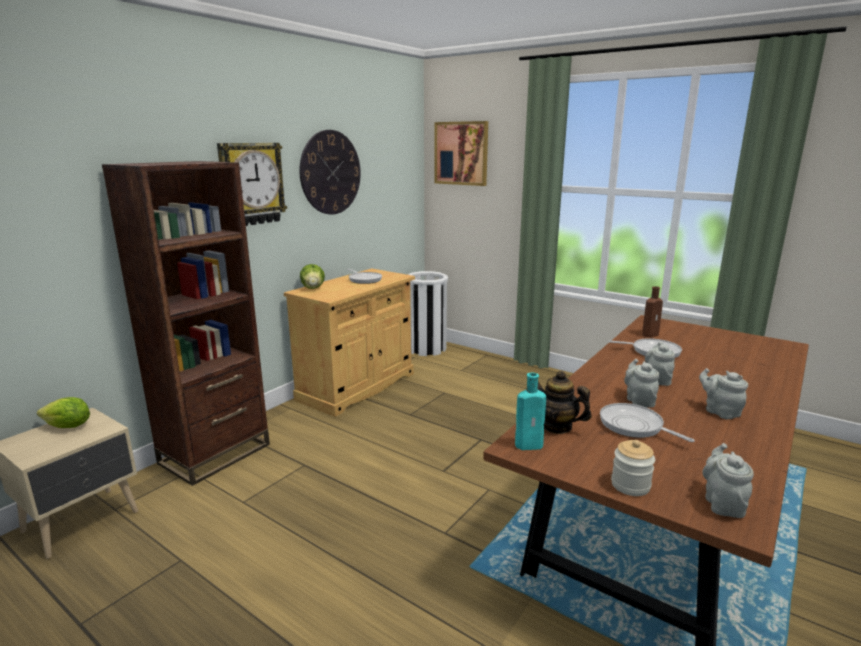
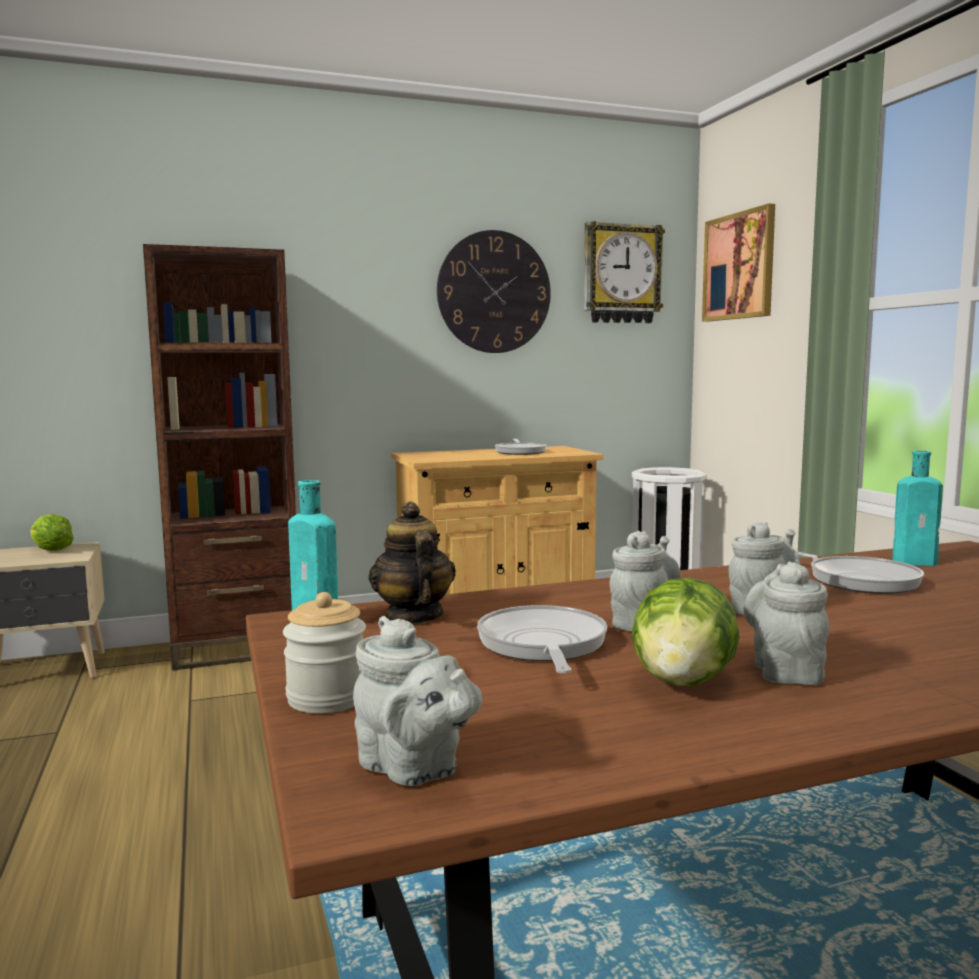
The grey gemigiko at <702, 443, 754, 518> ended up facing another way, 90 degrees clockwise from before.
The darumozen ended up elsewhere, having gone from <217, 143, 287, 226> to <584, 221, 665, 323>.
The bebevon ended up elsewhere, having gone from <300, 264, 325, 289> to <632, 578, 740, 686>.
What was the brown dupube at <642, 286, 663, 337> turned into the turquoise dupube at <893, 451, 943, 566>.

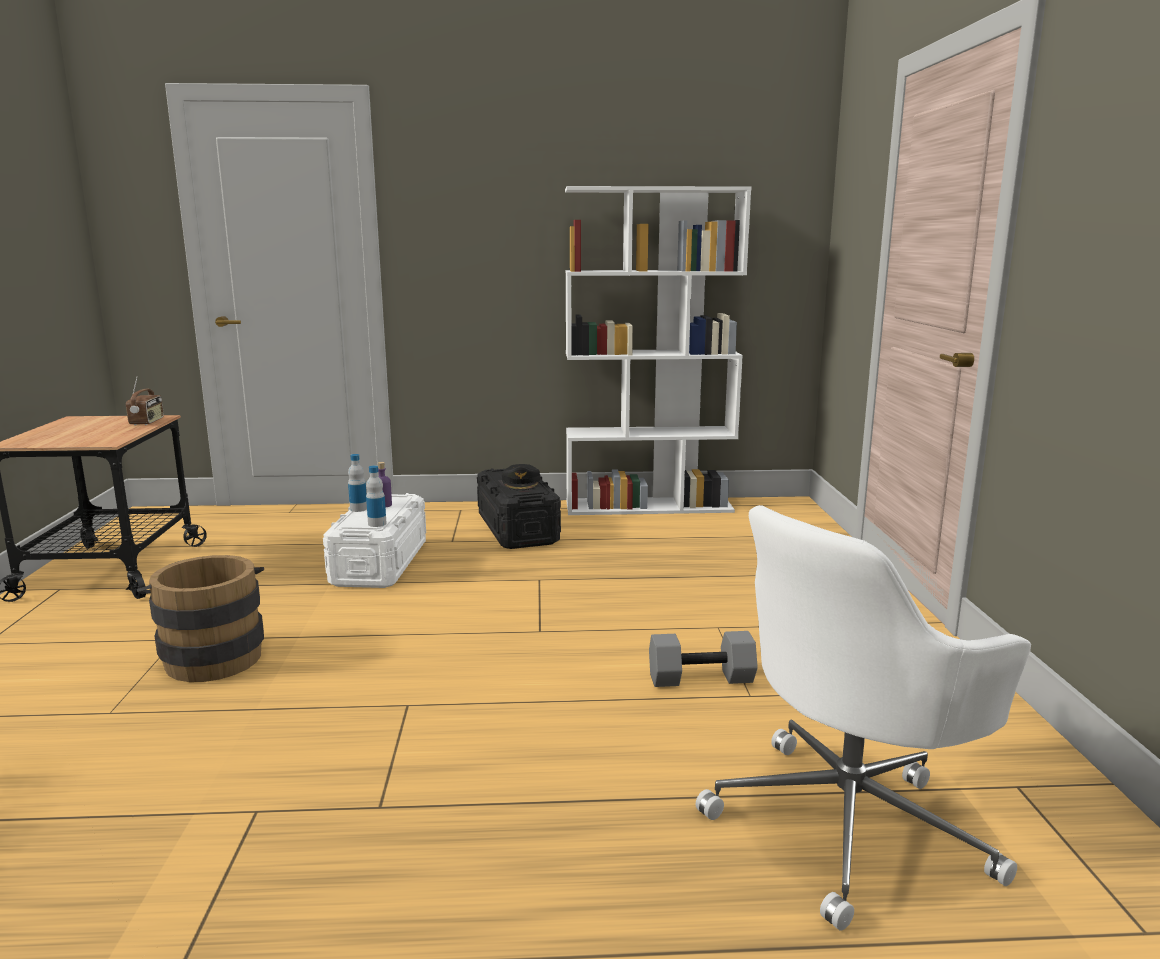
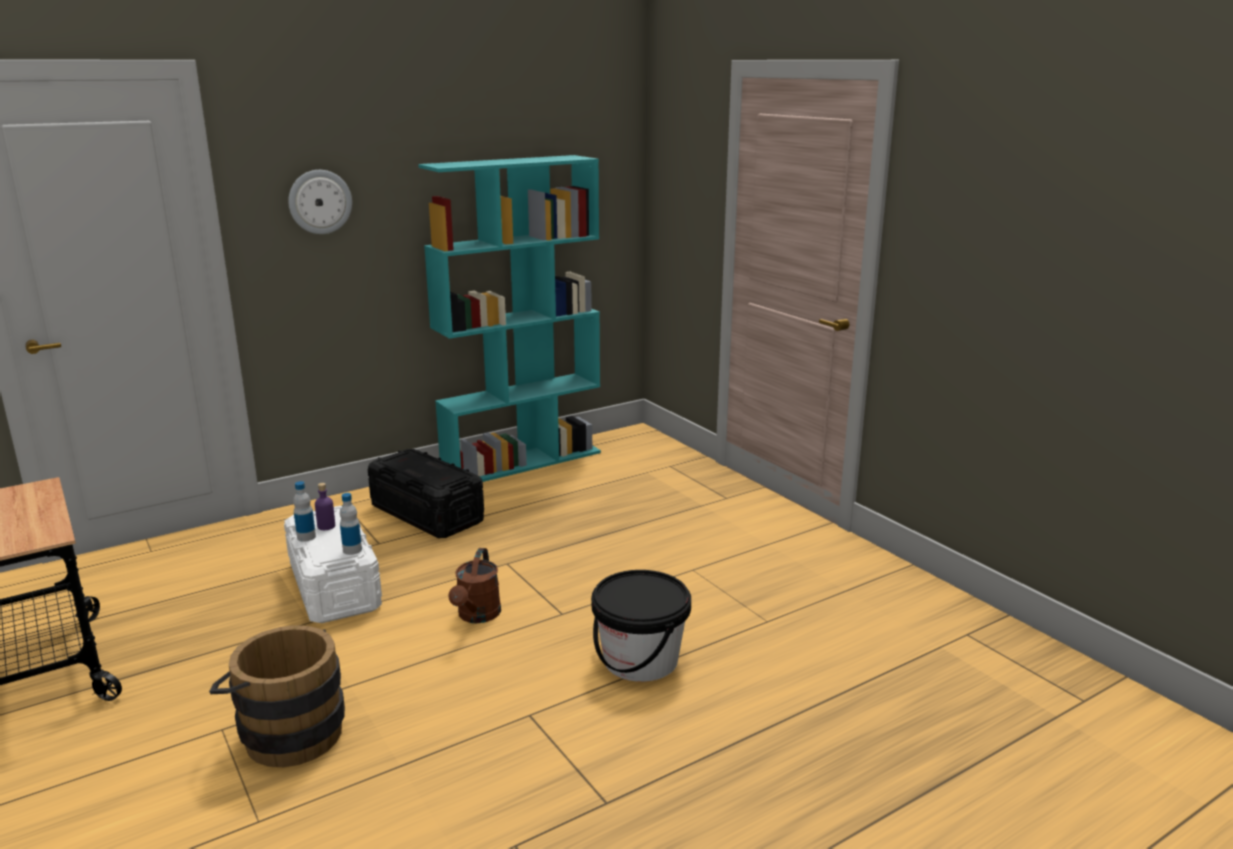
The second view gained the darumozen at <288, 170, 352, 234>.
What was the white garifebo at <565, 186, 752, 515> turned into the turquoise garifebo at <418, 155, 601, 482>.
The second view gained the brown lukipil at <448, 548, 501, 623>.
The second view gained the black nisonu at <591, 570, 691, 682>.
The second view lost the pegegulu at <126, 376, 164, 425>.
The second view lost the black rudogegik at <502, 464, 541, 490>.
The second view lost the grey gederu at <649, 631, 758, 687>.
The second view lost the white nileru at <696, 505, 1031, 930>.

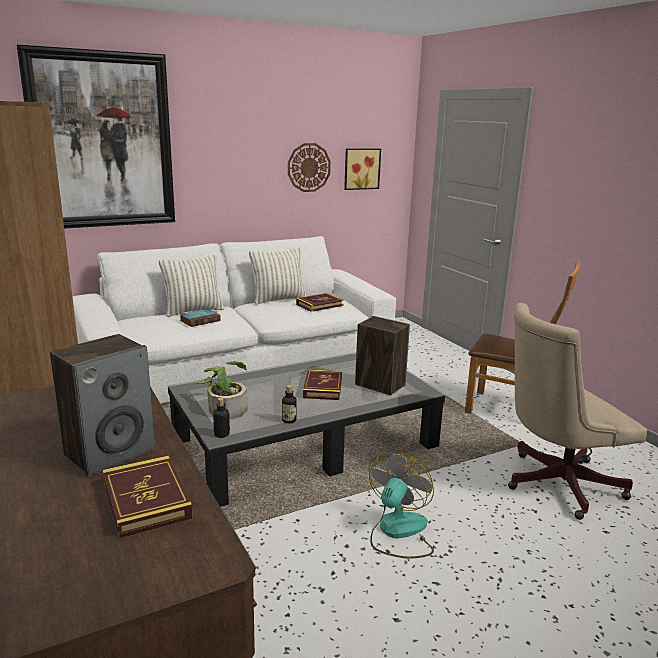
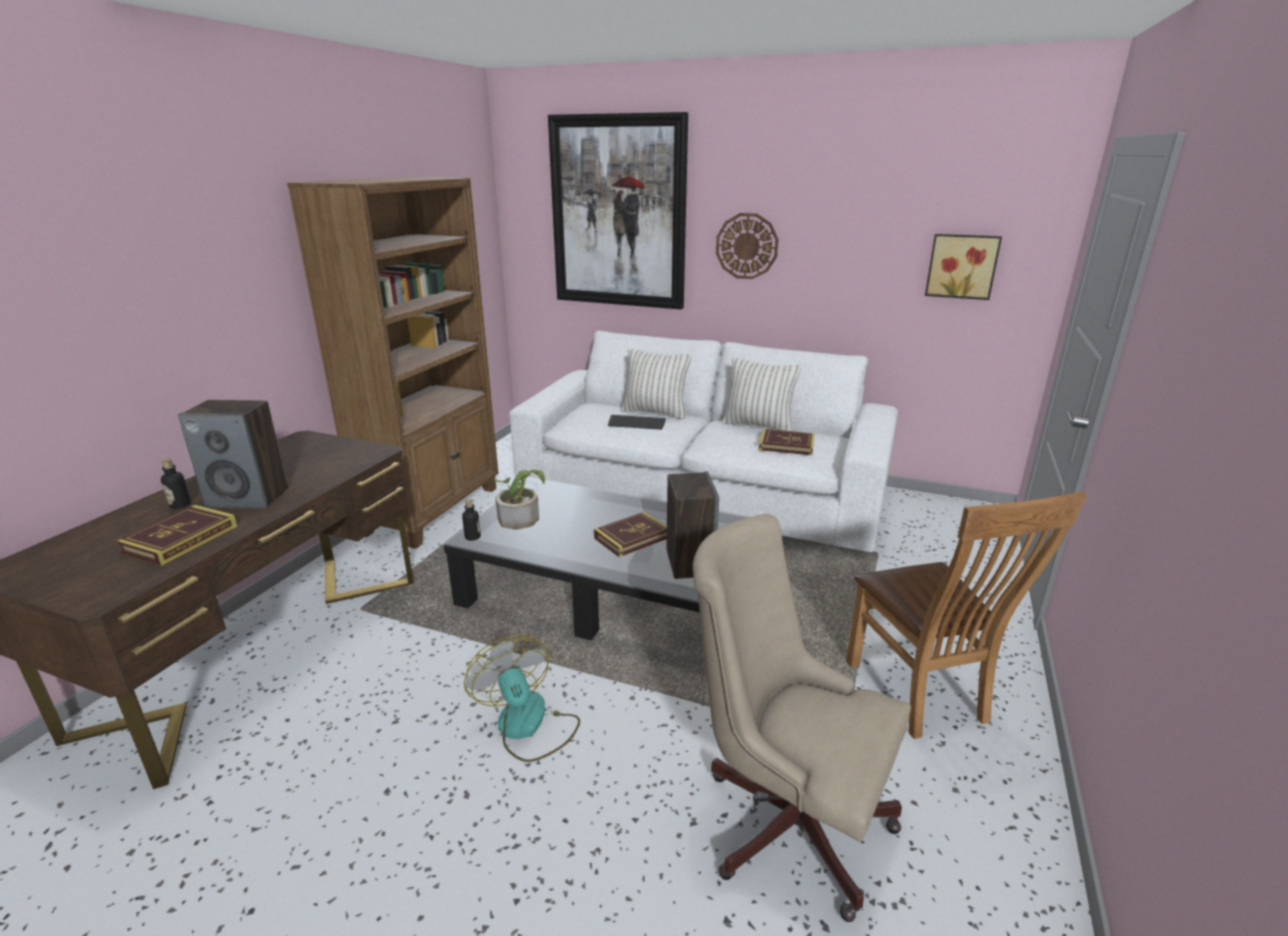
The dupube ended up elsewhere, having gone from <282, 385, 297, 423> to <161, 459, 191, 509>.
The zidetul at <369, 451, 434, 559> ended up facing another way, 105 degrees counterclockwise from before.
Where the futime stood at <180, 308, 221, 327>, the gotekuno came to stand at <608, 415, 666, 430>.
The darumozen ended up elsewhere, having gone from <288, 143, 331, 192> to <716, 213, 779, 279>.

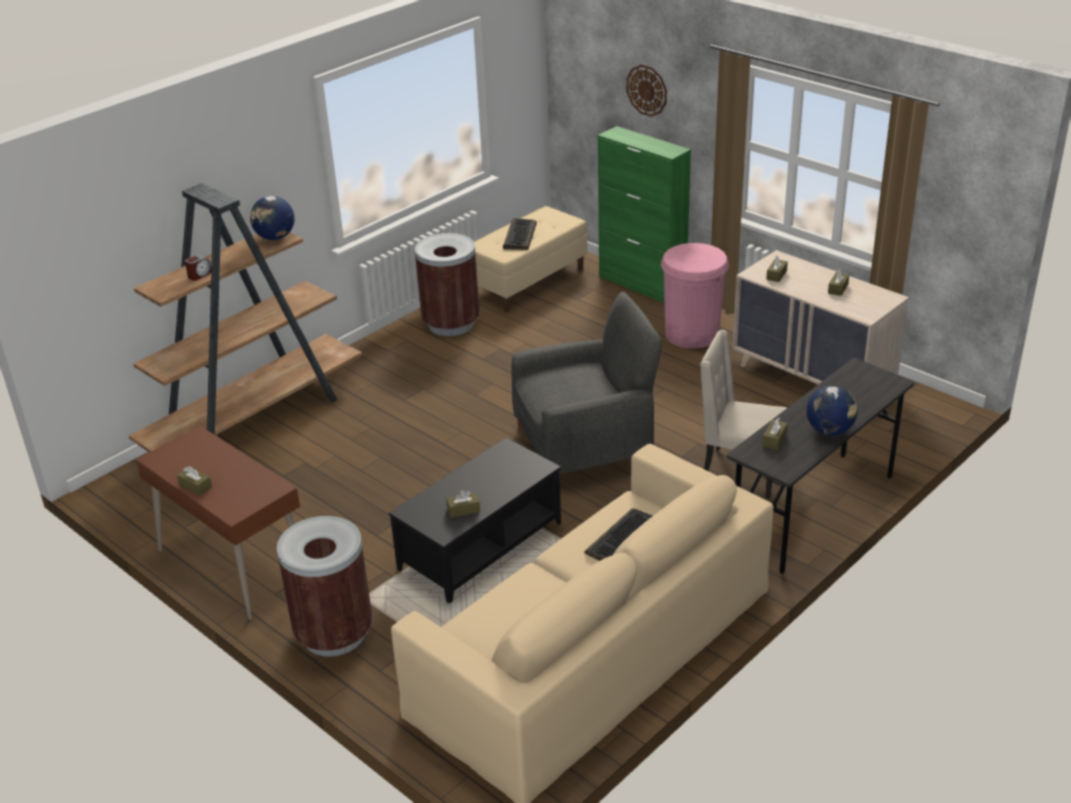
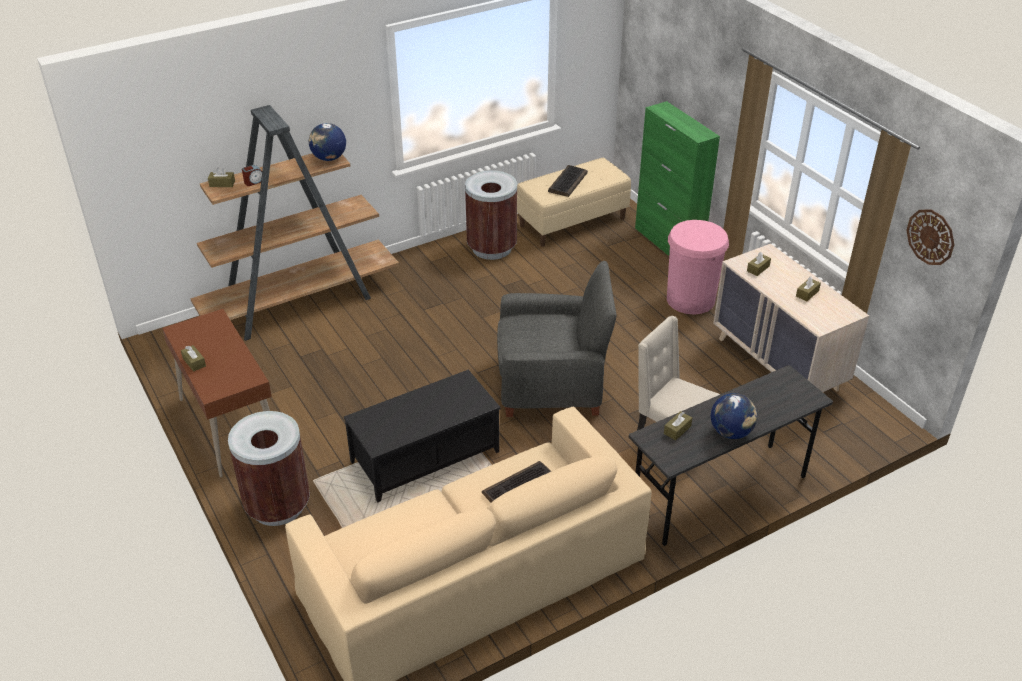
The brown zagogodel ended up elsewhere, having gone from <446, 490, 480, 518> to <208, 167, 235, 187>.
The darumozen ended up elsewhere, having gone from <626, 64, 667, 117> to <906, 209, 954, 265>.

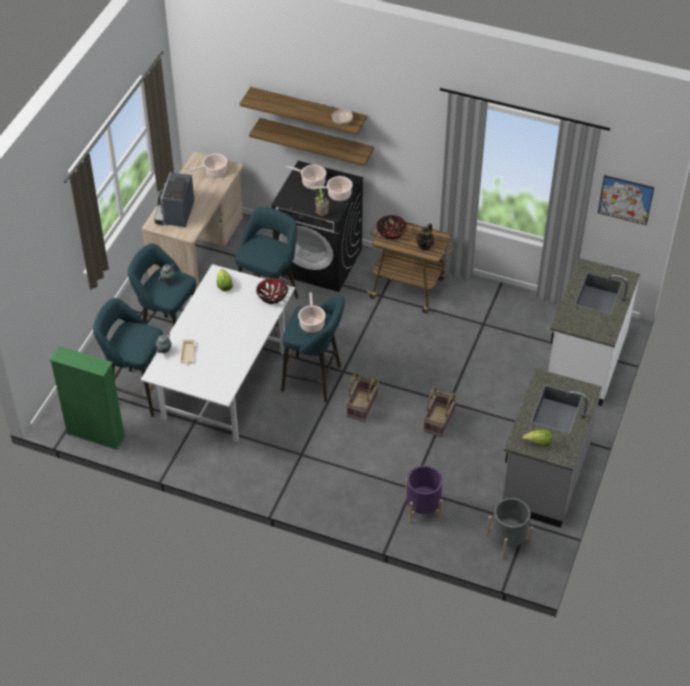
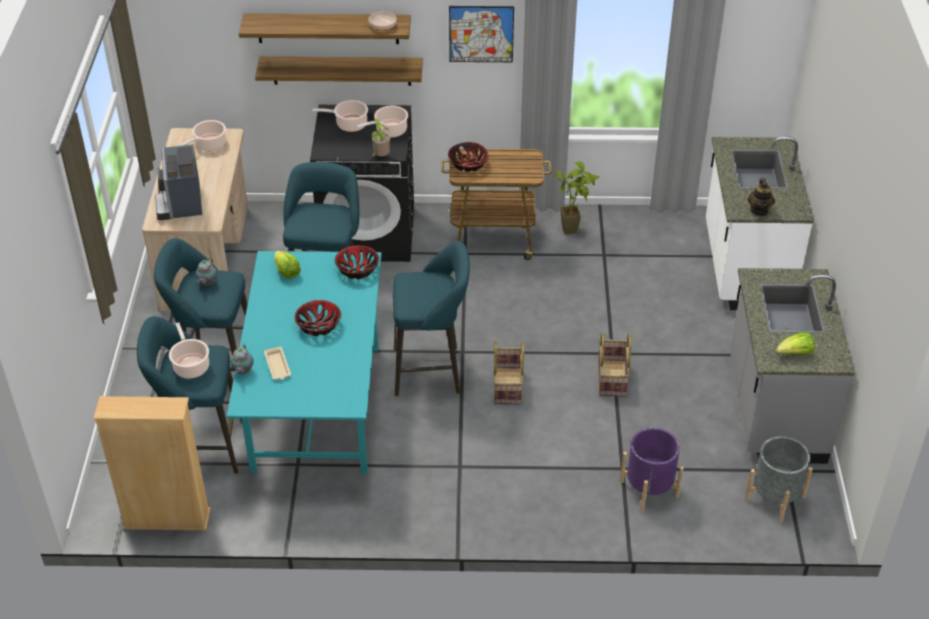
What was the green garifebo at <50, 346, 126, 450> turned into the beige garifebo at <93, 396, 210, 530>.
The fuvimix ended up elsewhere, having gone from <298, 292, 326, 333> to <169, 322, 209, 378>.
What was the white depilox at <141, 264, 295, 442> turned into the turquoise depilox at <227, 251, 382, 474>.
The second view gained the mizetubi at <295, 300, 341, 336>.
The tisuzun ended up elsewhere, having gone from <598, 175, 654, 225> to <449, 6, 514, 62>.
The second view gained the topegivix at <554, 162, 599, 235>.
The gemigiko ended up elsewhere, having gone from <416, 223, 434, 251> to <748, 178, 775, 216>.

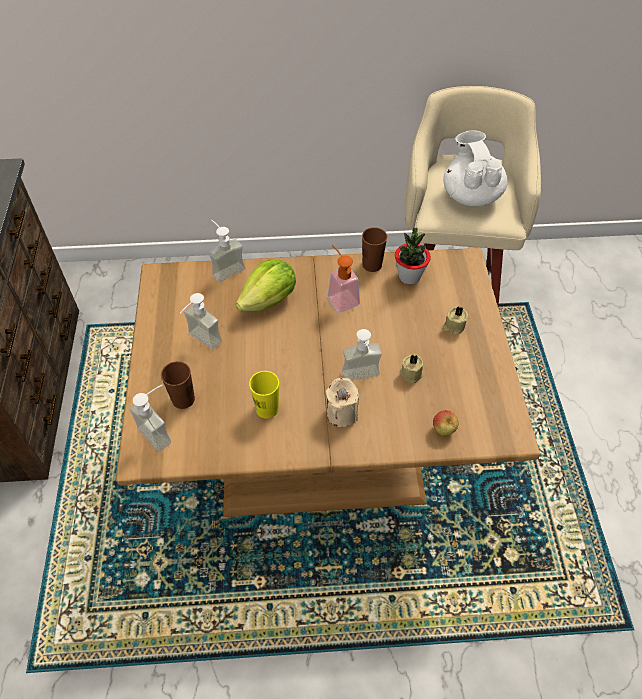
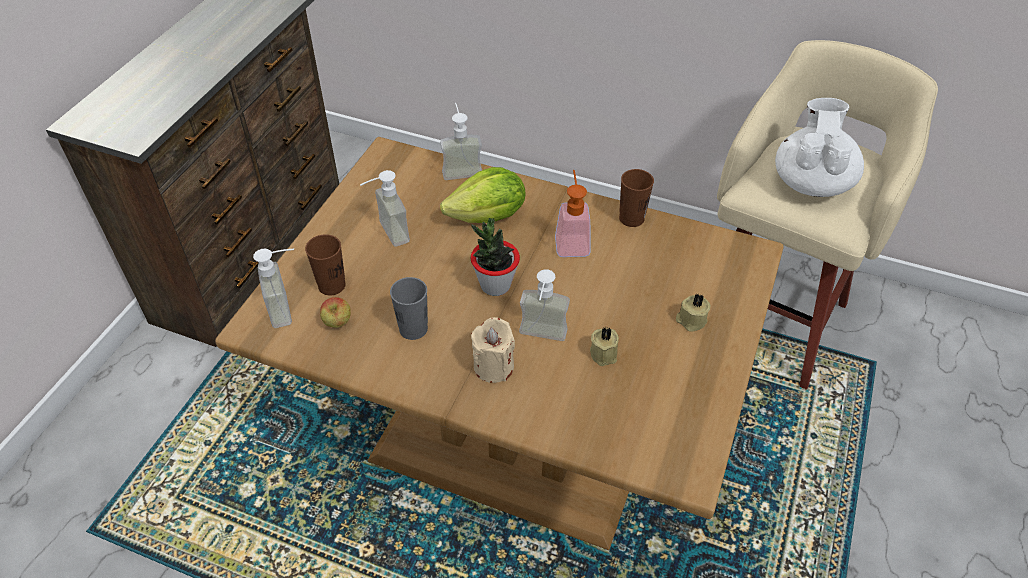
The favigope ended up elsewhere, having gone from <433, 410, 459, 436> to <320, 297, 351, 328>.
What was the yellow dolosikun at <249, 371, 279, 418> turned into the grey dolosikun at <390, 277, 428, 340>.
The topegivix ended up elsewhere, having gone from <395, 228, 431, 284> to <471, 218, 520, 296>.

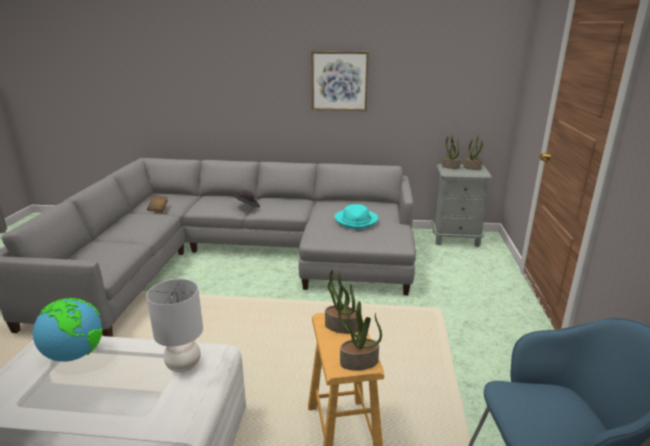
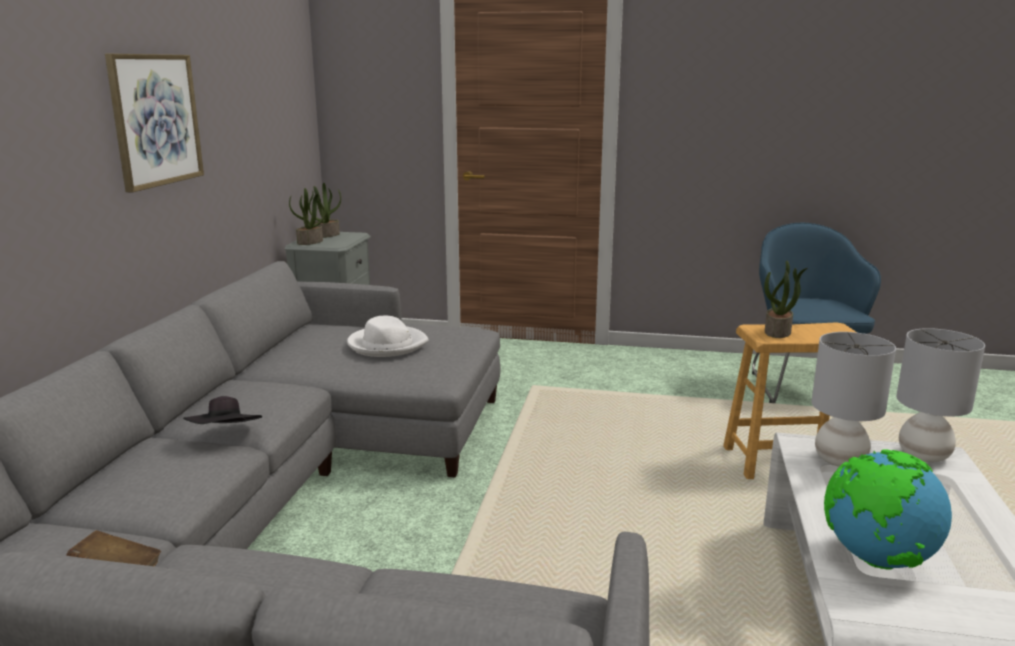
What was the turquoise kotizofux at <334, 204, 378, 229> turned into the white kotizofux at <347, 316, 428, 357>.
The second view gained the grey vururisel at <896, 328, 985, 462>.
The second view lost the topegivix at <338, 301, 382, 371>.

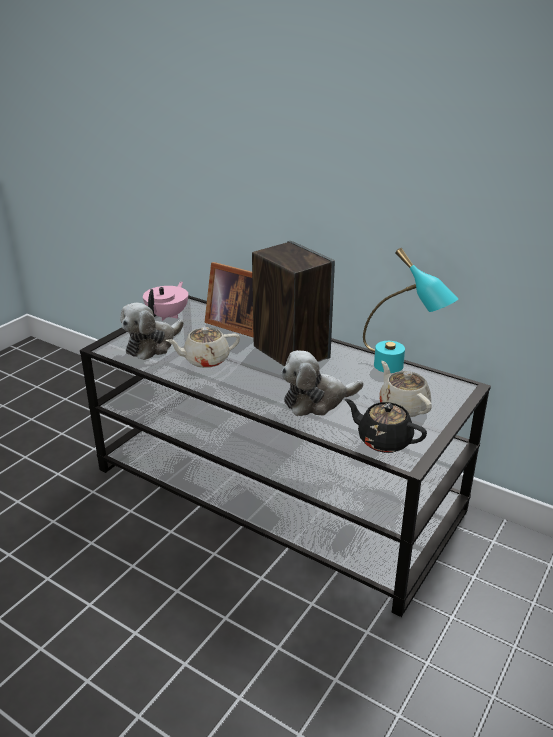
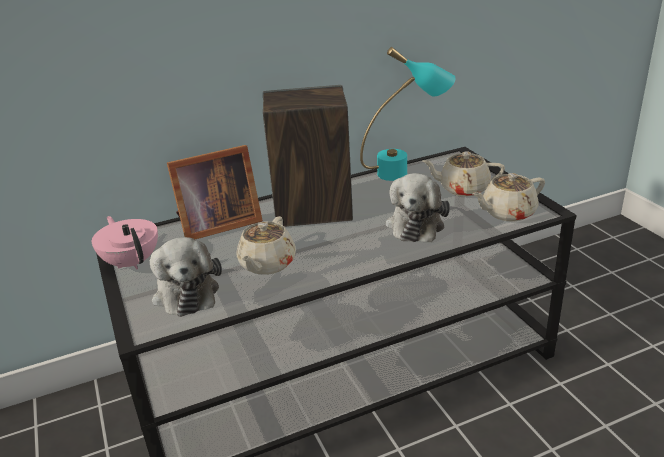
What was the black gemigiko at <345, 399, 427, 453> turned into the beige gemigiko at <472, 173, 545, 222>.

